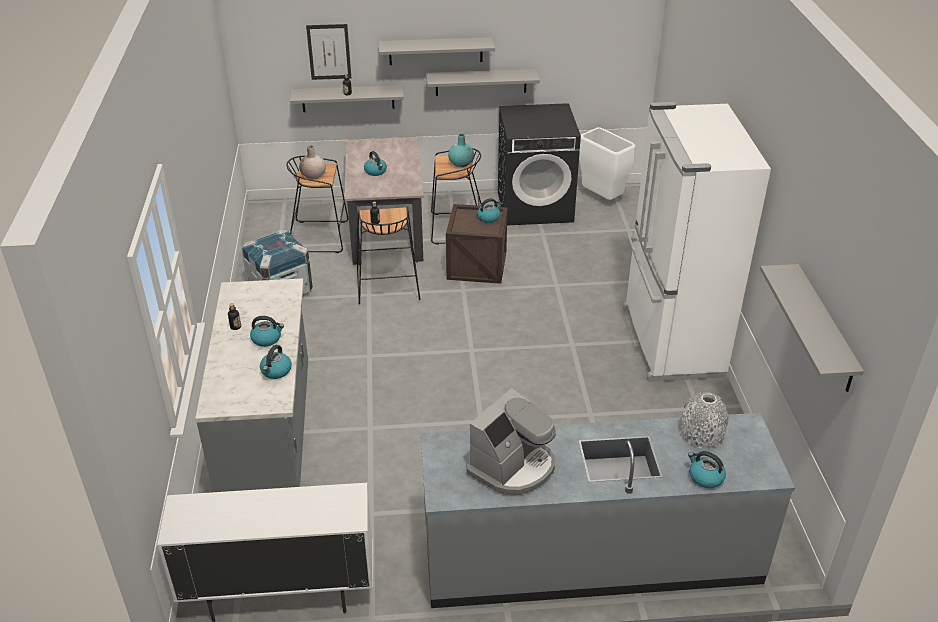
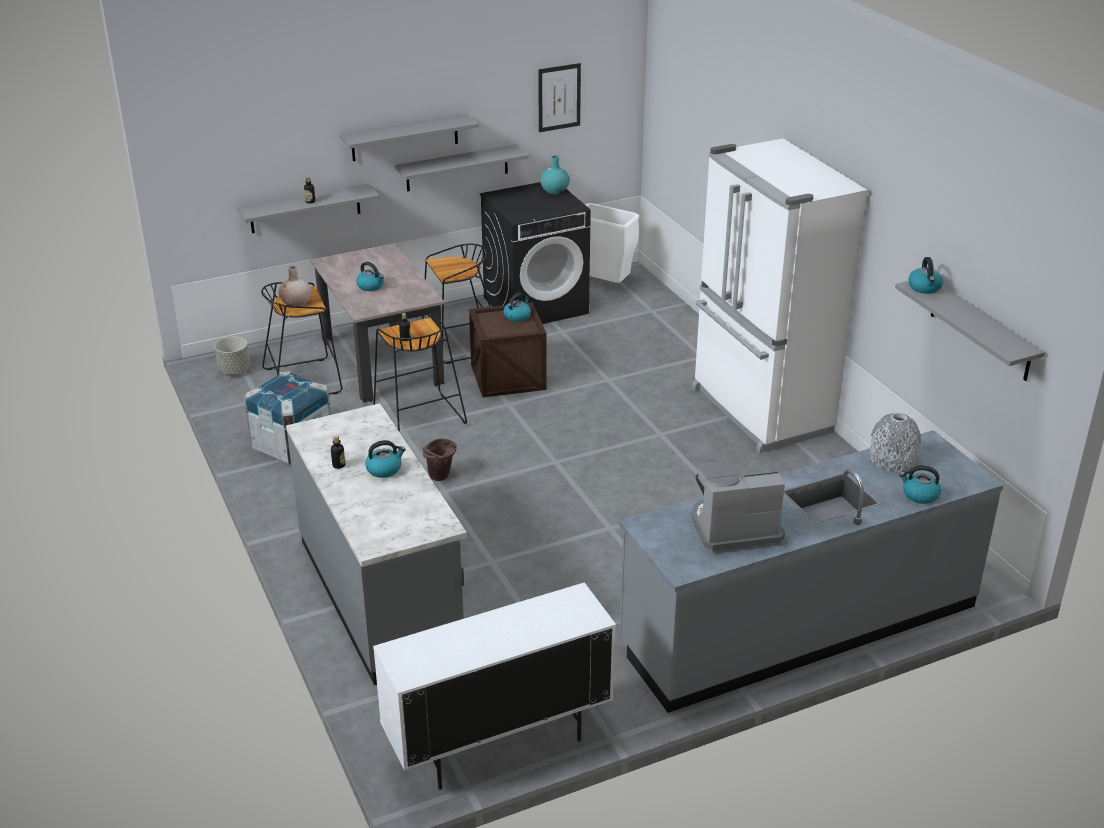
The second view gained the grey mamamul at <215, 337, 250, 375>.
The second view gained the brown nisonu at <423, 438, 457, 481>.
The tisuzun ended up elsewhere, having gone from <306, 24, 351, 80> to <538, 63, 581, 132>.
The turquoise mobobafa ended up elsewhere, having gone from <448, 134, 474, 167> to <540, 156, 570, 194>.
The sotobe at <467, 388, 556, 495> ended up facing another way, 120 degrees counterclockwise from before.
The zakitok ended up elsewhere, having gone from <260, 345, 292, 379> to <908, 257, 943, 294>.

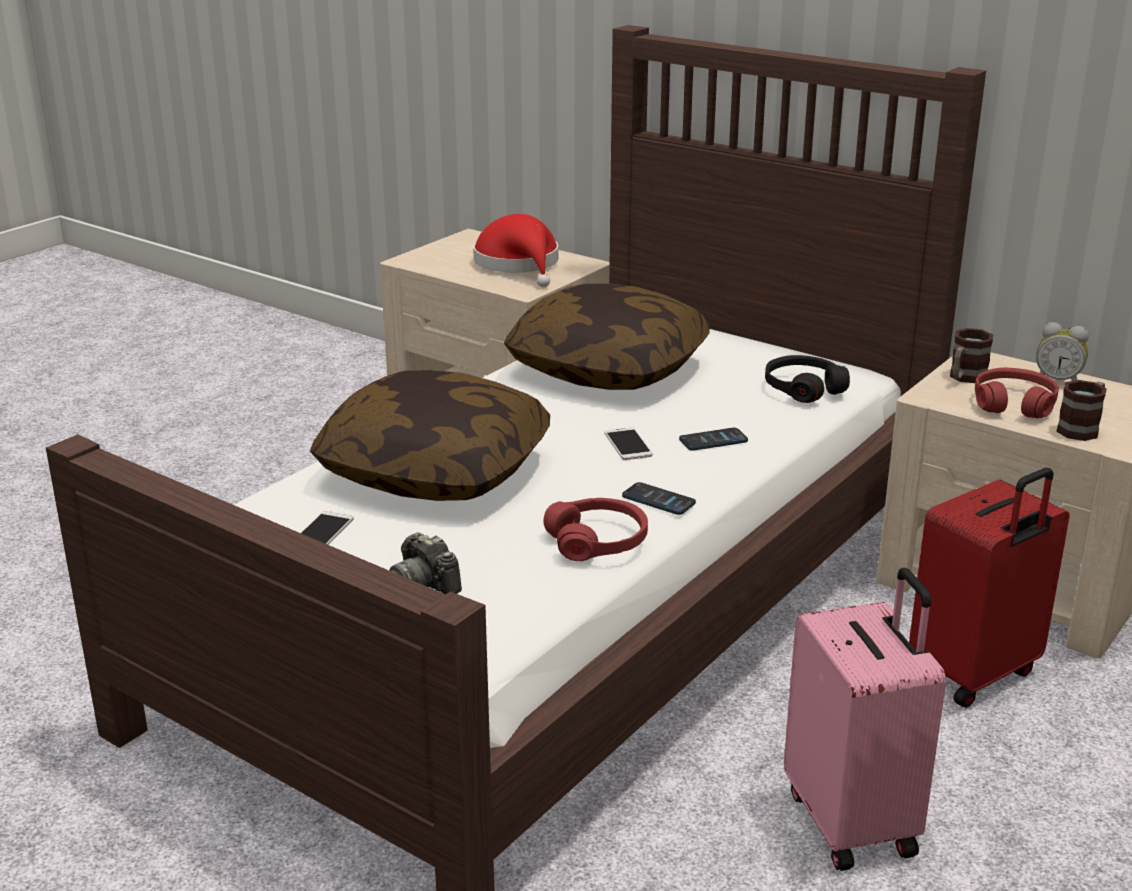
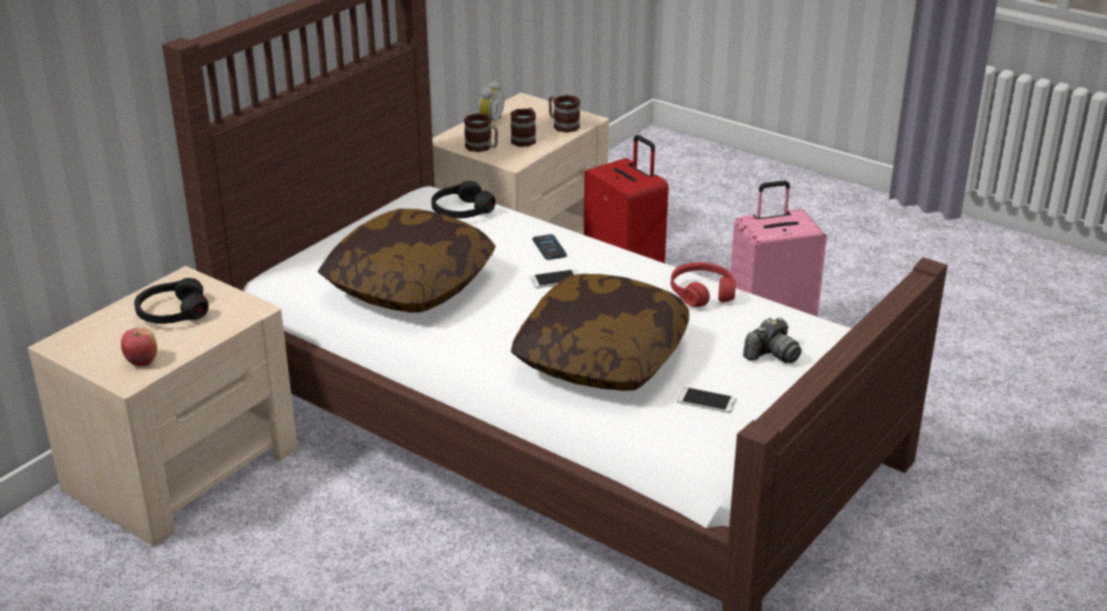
The second view gained the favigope at <121, 327, 157, 366>.
Where the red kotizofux stood at <473, 214, 558, 287>, the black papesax came to stand at <134, 278, 209, 324>.
Where the red papesax stood at <975, 368, 1059, 418>, the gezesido came to stand at <510, 108, 536, 147>.
The second view lost the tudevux at <622, 482, 696, 515>.

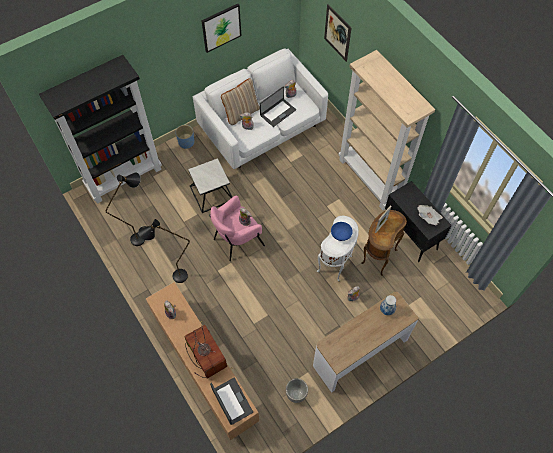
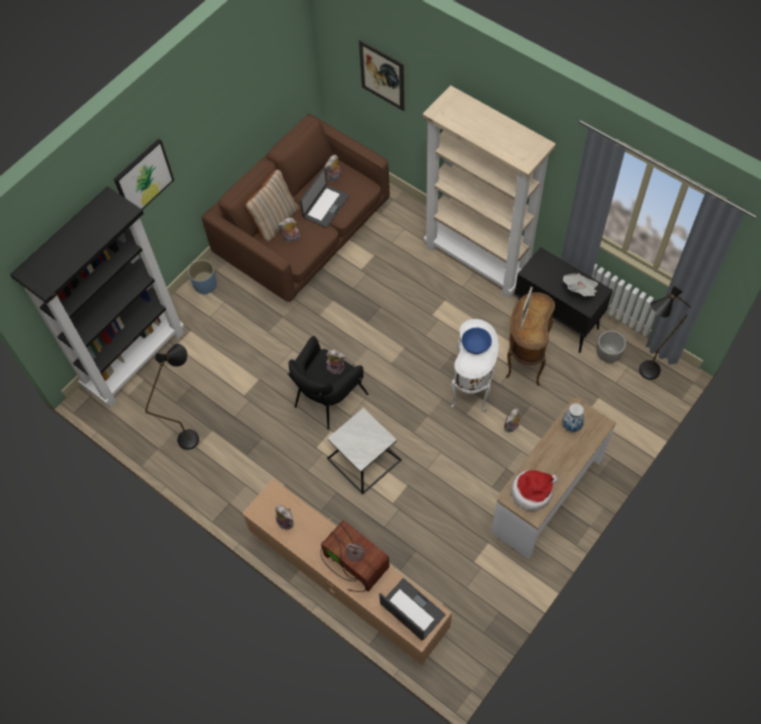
The tisuzun ended up elsewhere, having gone from <201, 4, 241, 53> to <114, 139, 174, 210>.
What was the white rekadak at <193, 48, 328, 169> turned into the brown rekadak at <201, 113, 390, 302>.
What was the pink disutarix at <209, 196, 265, 261> turned into the black disutarix at <288, 336, 368, 430>.
The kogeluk ended up elsewhere, having gone from <188, 158, 232, 213> to <327, 408, 402, 494>.
The second view gained the kotizofux at <511, 470, 558, 511>.
The mamamul ended up elsewhere, having gone from <286, 378, 308, 403> to <597, 330, 626, 363>.
The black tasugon ended up elsewhere, having gone from <138, 219, 190, 283> to <639, 286, 691, 380>.

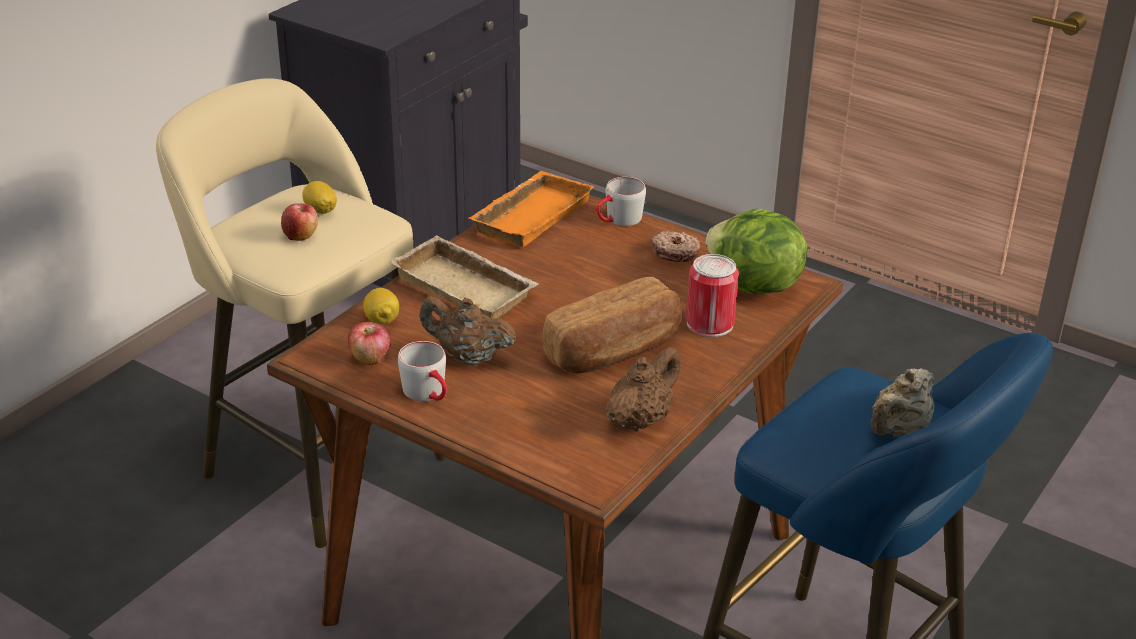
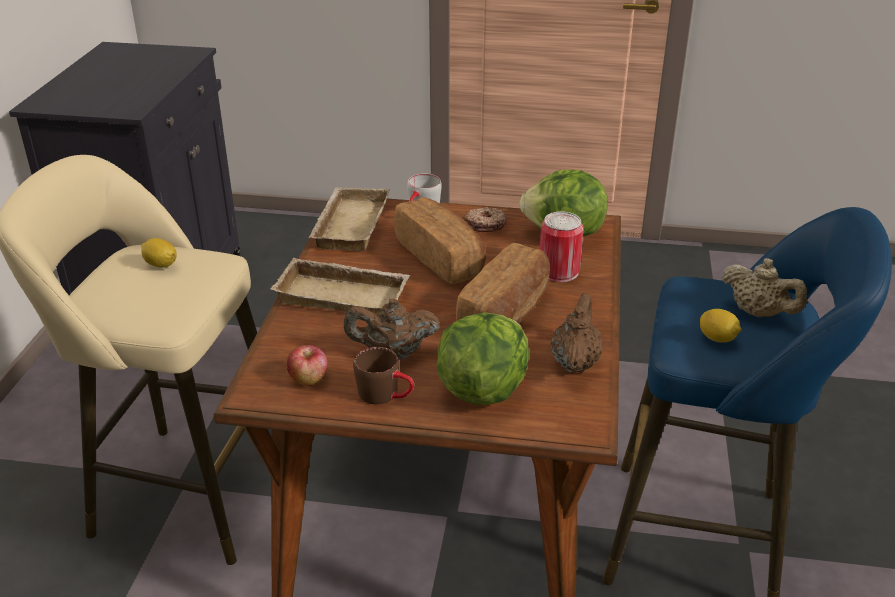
What was the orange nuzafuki at <469, 171, 594, 247> turned into the beige nuzafuki at <308, 187, 390, 251>.
What was the grey gezesido at <398, 341, 447, 401> turned into the brown gezesido at <353, 347, 414, 404>.
The second view gained the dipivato at <394, 197, 486, 284>.
The second view gained the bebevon at <436, 313, 529, 405>.
The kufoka ended up elsewhere, having gone from <363, 288, 399, 325> to <700, 309, 742, 343>.
The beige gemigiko at <871, 368, 934, 437> ended up facing another way, 60 degrees counterclockwise from before.
The second view lost the favigope at <281, 203, 318, 241>.

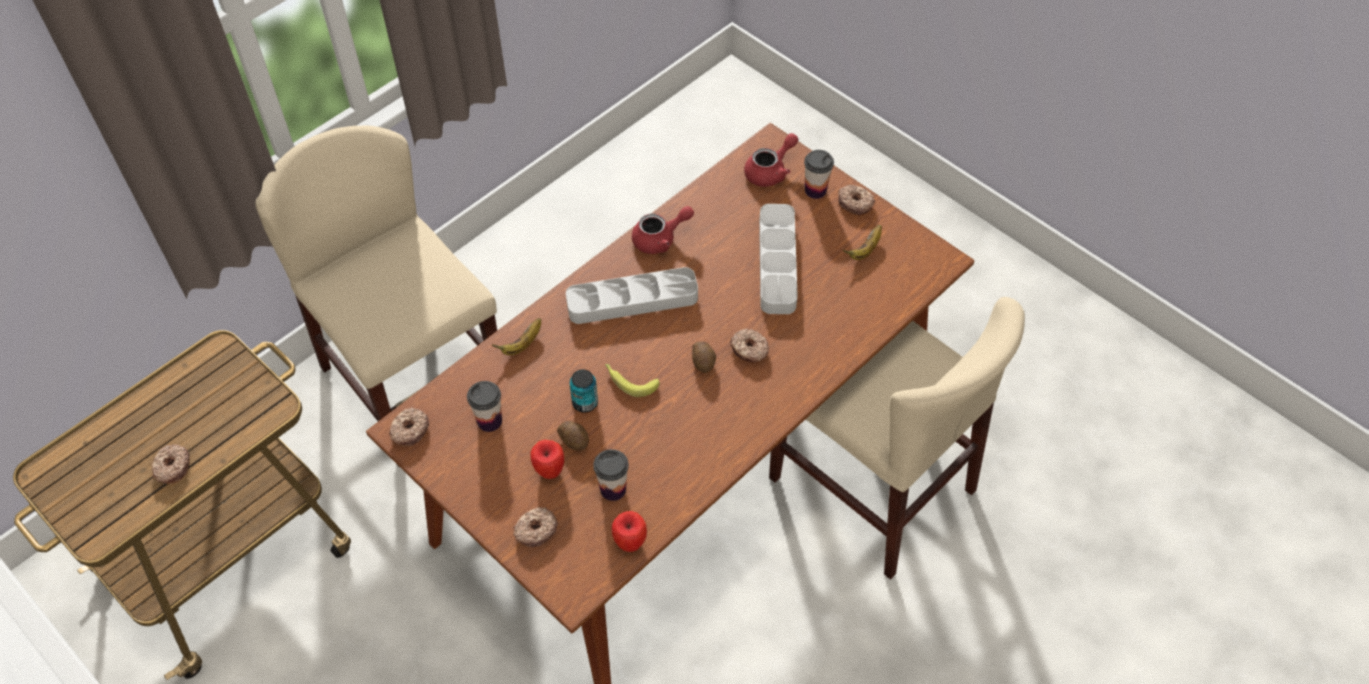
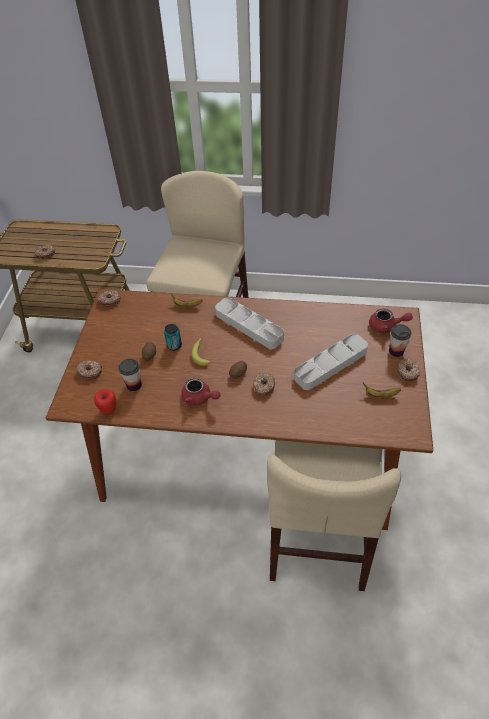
The red gemigiko ended up elsewhere, having gone from <632, 206, 694, 254> to <181, 378, 221, 406>.
The second view lost the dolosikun at <467, 381, 502, 432>.
The second view lost the favigope at <530, 440, 564, 479>.

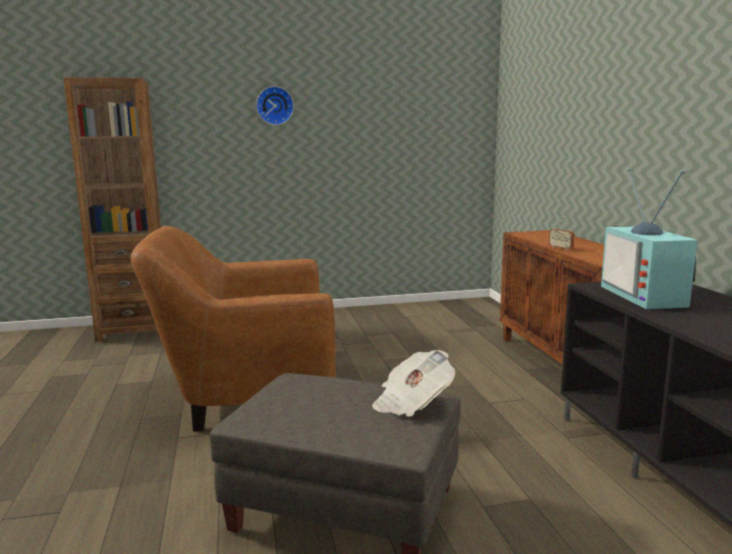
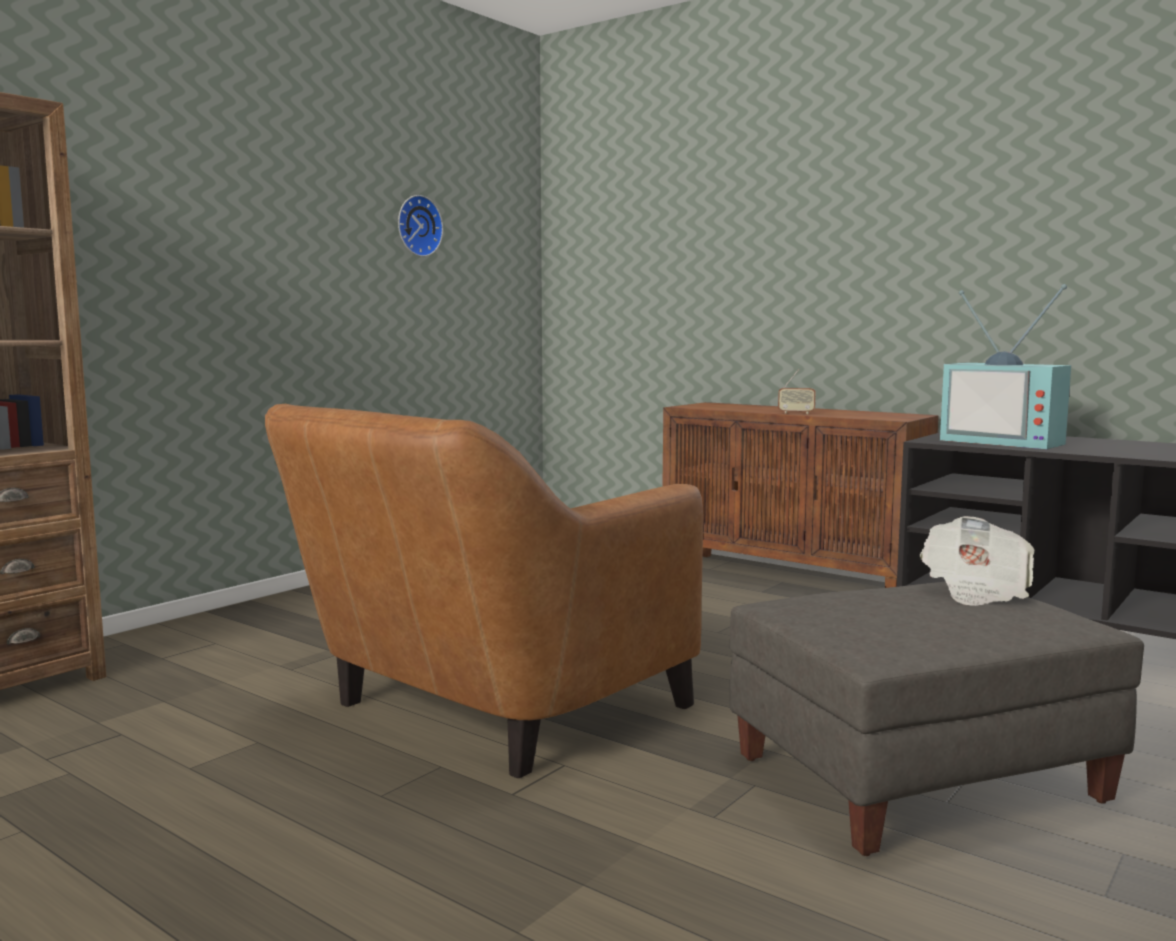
The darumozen ended up elsewhere, having gone from <256, 86, 294, 125> to <398, 195, 443, 257>.

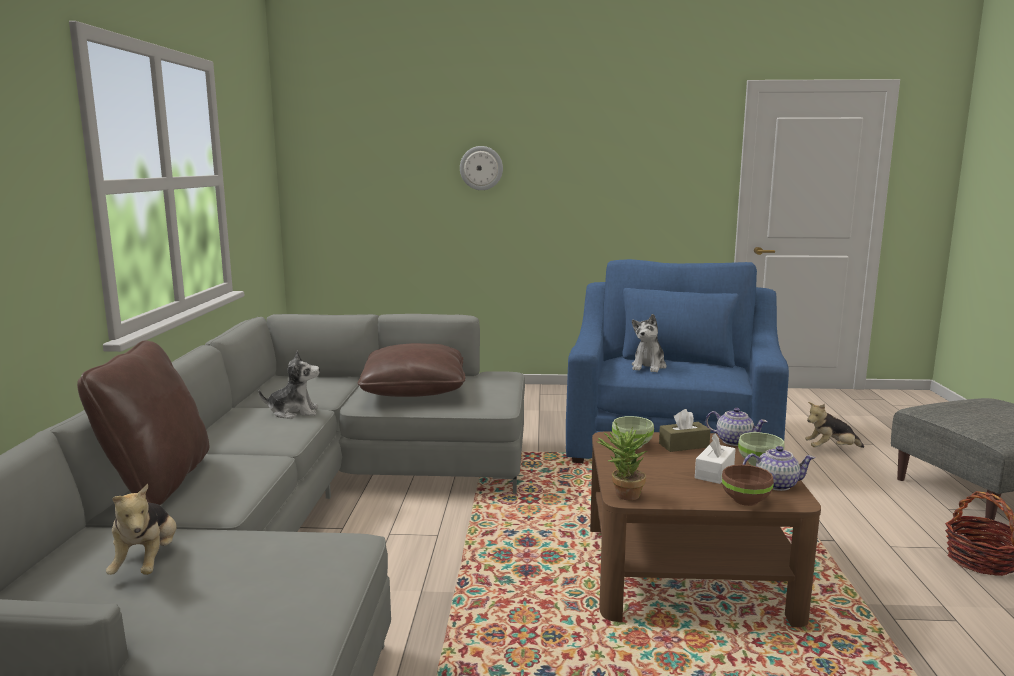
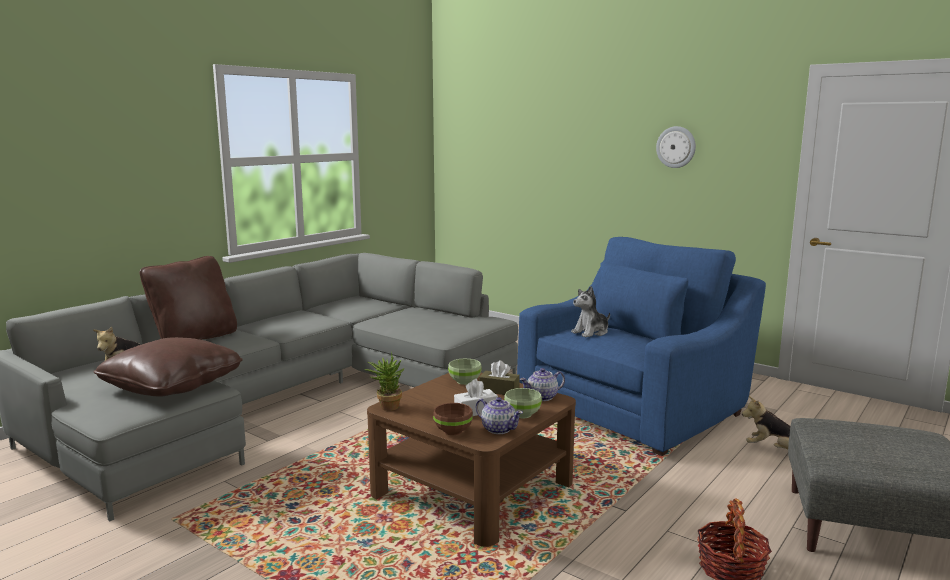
The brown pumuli ended up elsewhere, having gone from <358, 343, 465, 397> to <94, 337, 243, 397>.
The gemigiko at <706, 408, 768, 446> ended up facing another way, 90 degrees clockwise from before.
The darumozen ended up elsewhere, having gone from <460, 146, 503, 190> to <656, 126, 696, 168>.
The second view lost the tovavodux at <259, 351, 320, 419>.

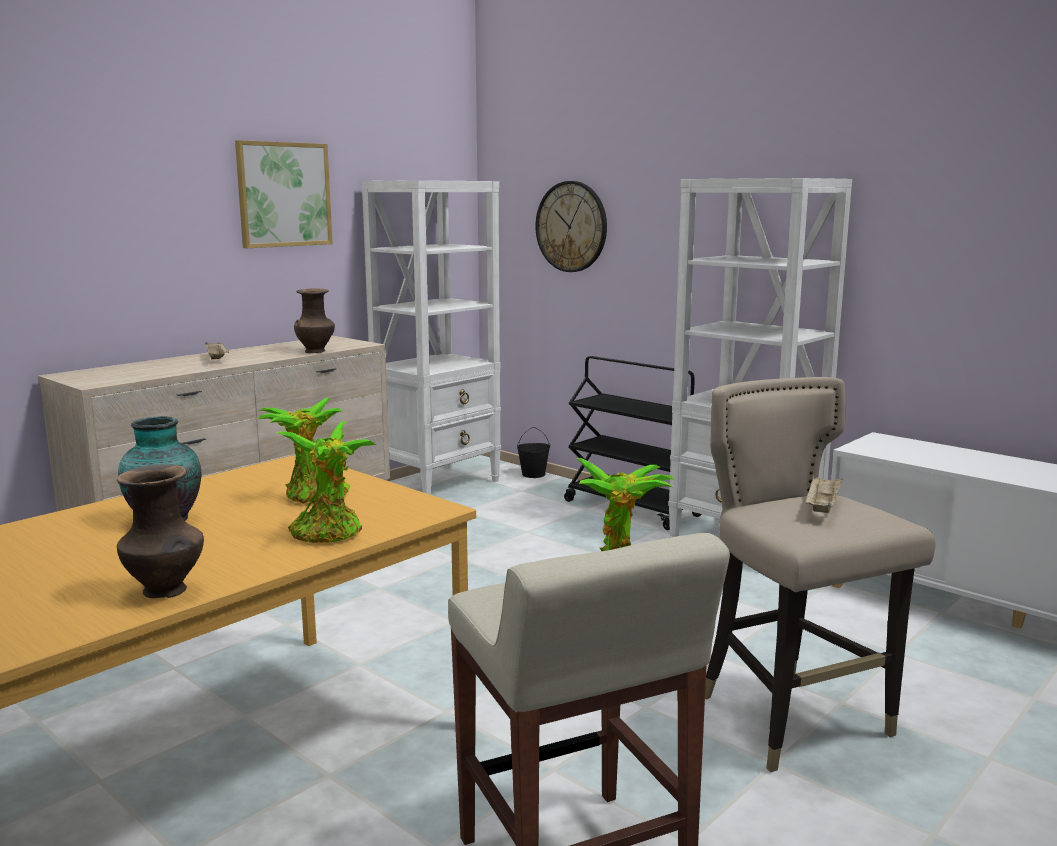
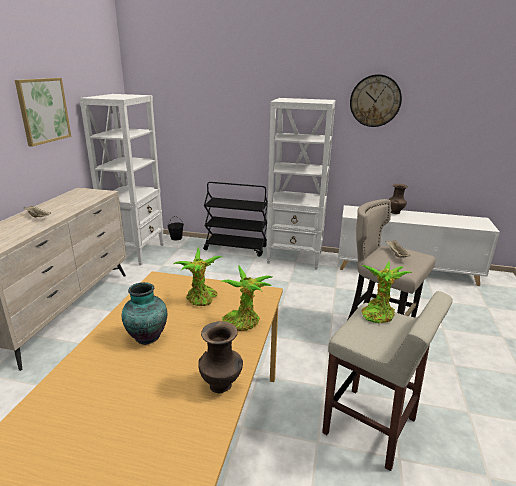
The darumozen ended up elsewhere, having gone from <536, 181, 607, 272> to <350, 74, 402, 127>.
The brown mobobafa ended up elsewhere, having gone from <294, 288, 335, 353> to <388, 184, 408, 214>.

